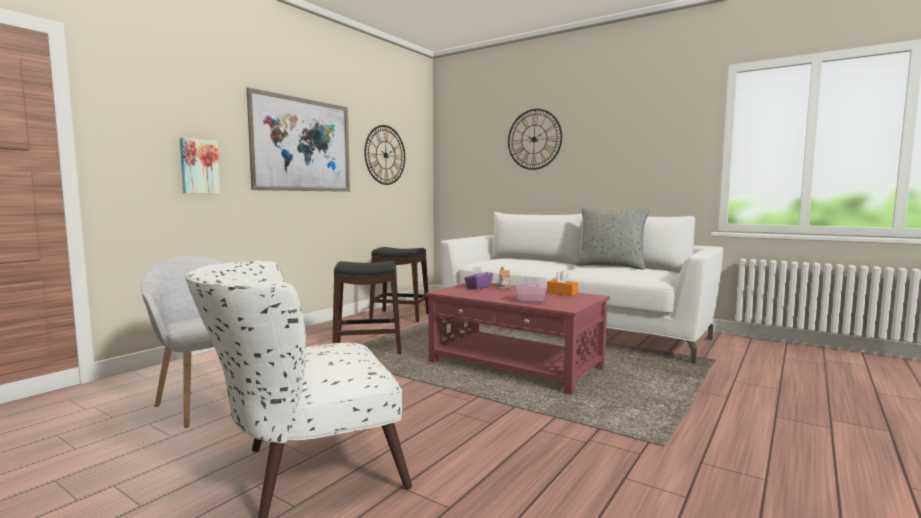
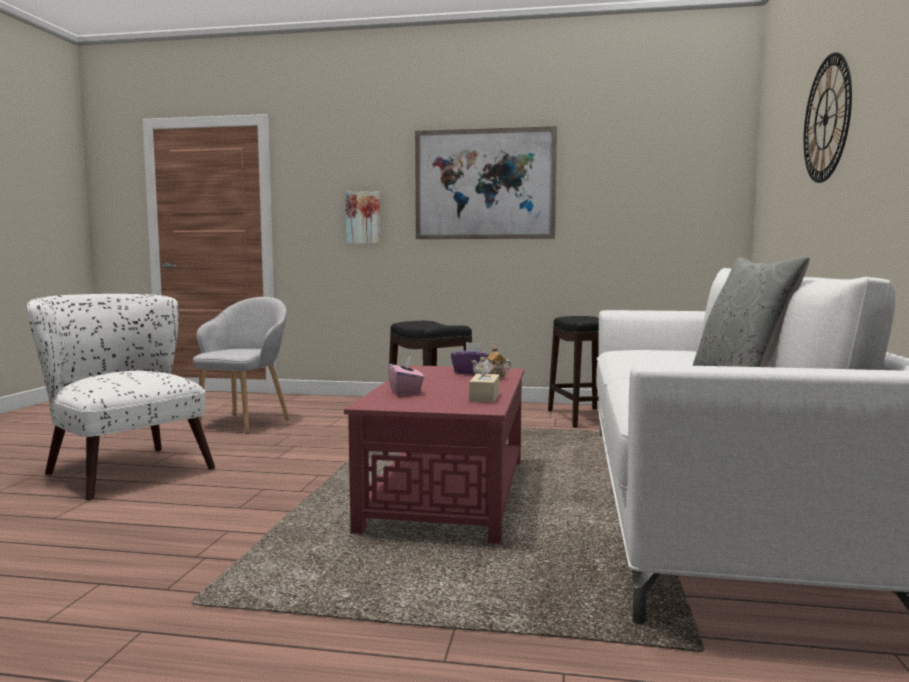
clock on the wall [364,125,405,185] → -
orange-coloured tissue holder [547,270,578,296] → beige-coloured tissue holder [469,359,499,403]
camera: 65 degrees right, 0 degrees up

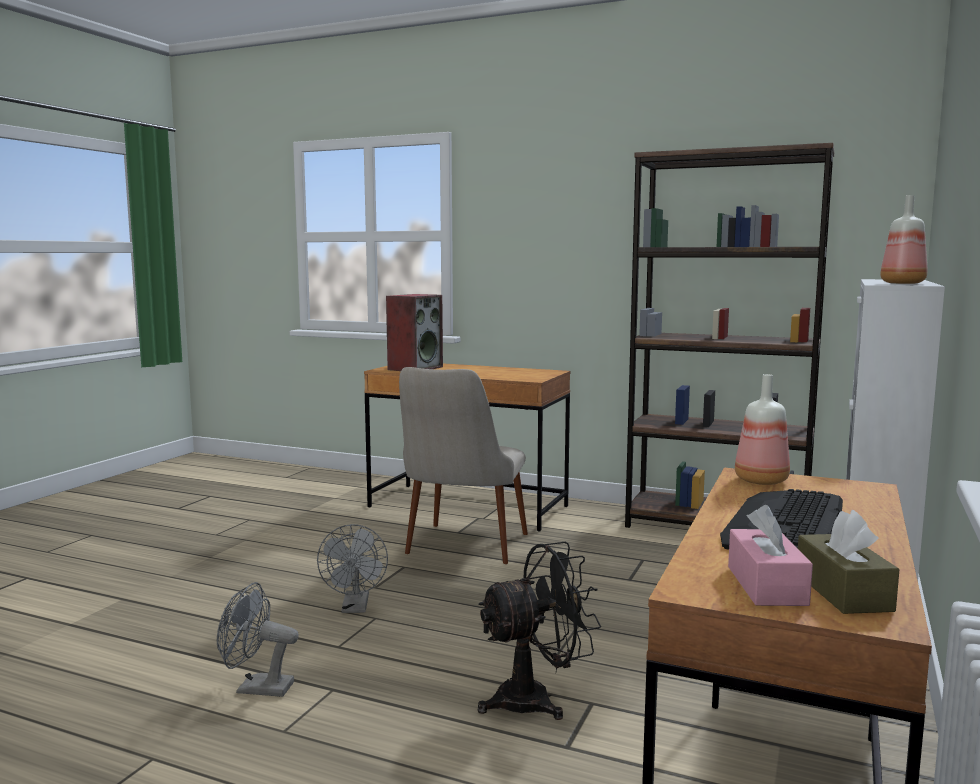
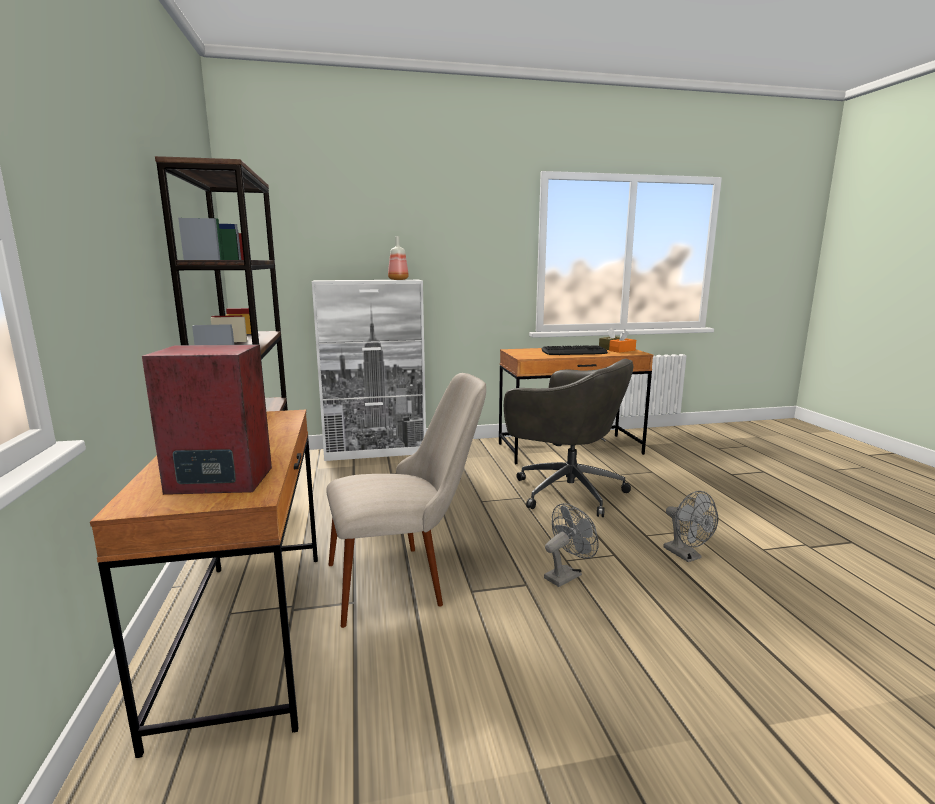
bottle [735,374,790,485] → -
blackish cooling fan [478,541,601,720] → grey office chair [504,359,634,517]
pinkish tissue holder [728,505,813,606] → orange-coloured tissue holder [609,330,636,353]
camera: 125 degrees left, 5 degrees up

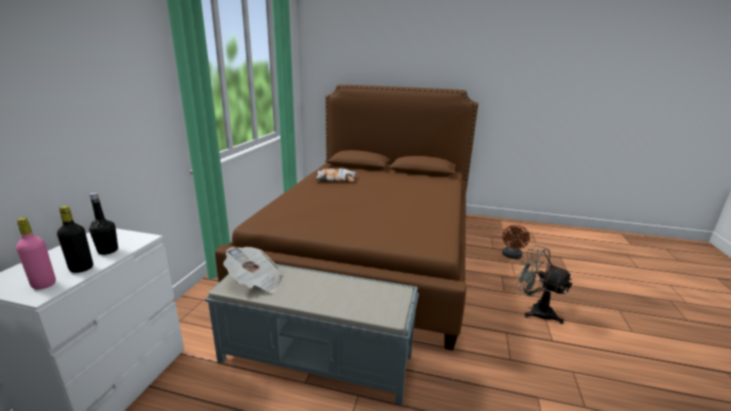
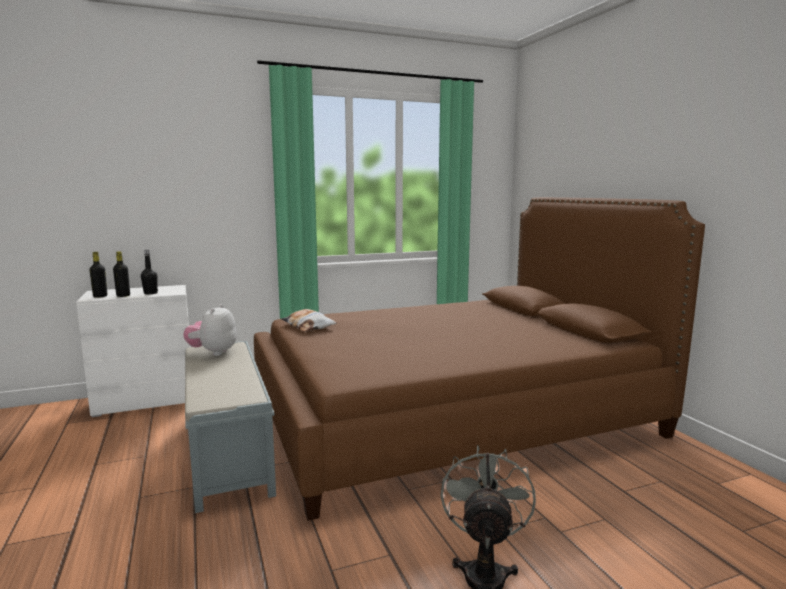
brown cooling fan [502,225,530,259] → -
pillow [315,168,357,182] → pillow [281,309,336,332], move
newspaper [223,247,282,292] → cuddly toy [183,304,237,356]
pinkish bottle [16,218,56,290] → blackish bottle [90,252,107,298]
camera: 55 degrees right, 10 degrees down

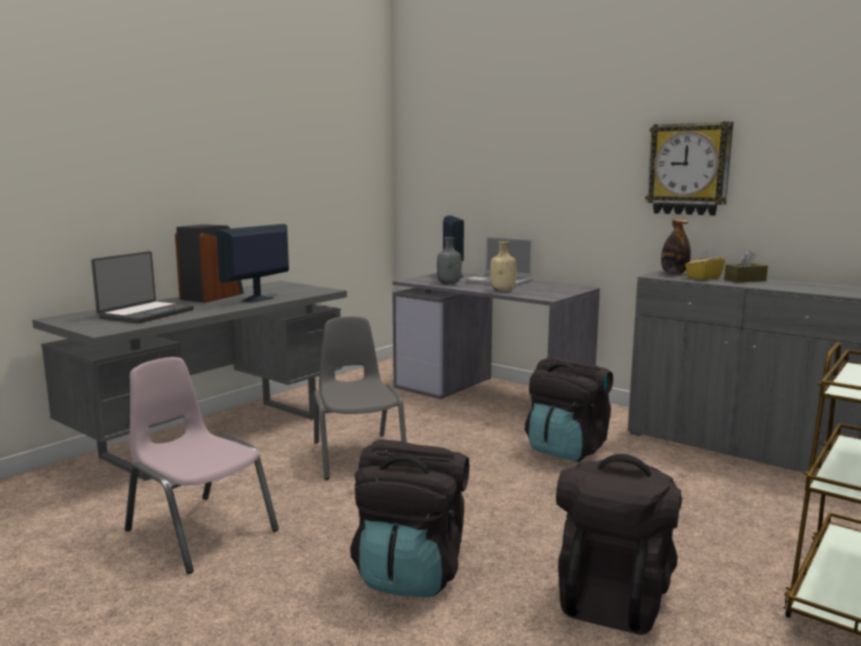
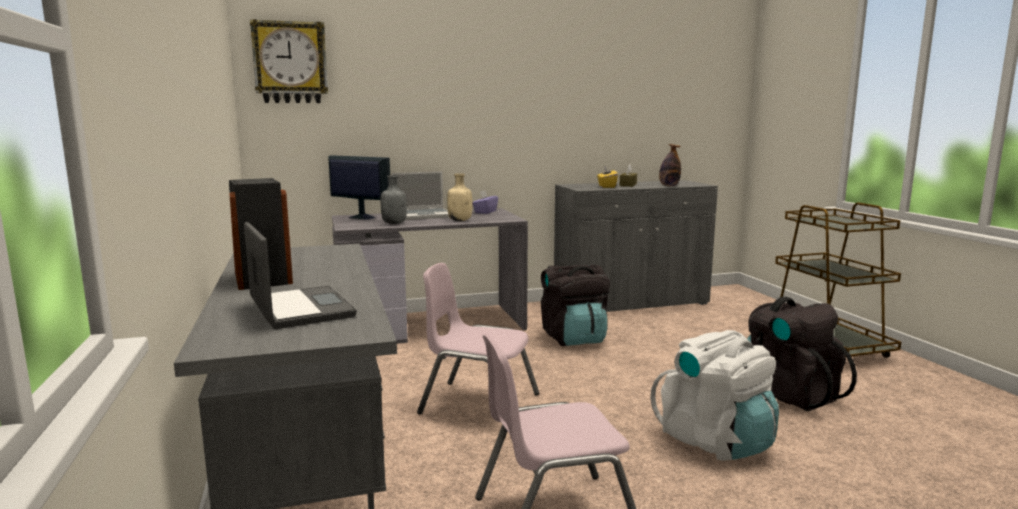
computer display [216,224,289,303] → -
- → purplish tissue holder [472,190,498,214]
clock on the wall [645,121,734,216] → clock on the wall [250,19,328,103], move
bottle [661,219,691,274] → bottle [659,144,681,186], move
grey chair [314,316,407,480] → pinkish chair [417,263,539,414]
blackish rucksack [350,439,469,597] → white-coloured rucksack [650,330,779,461]
camera: 55 degrees left, 0 degrees up

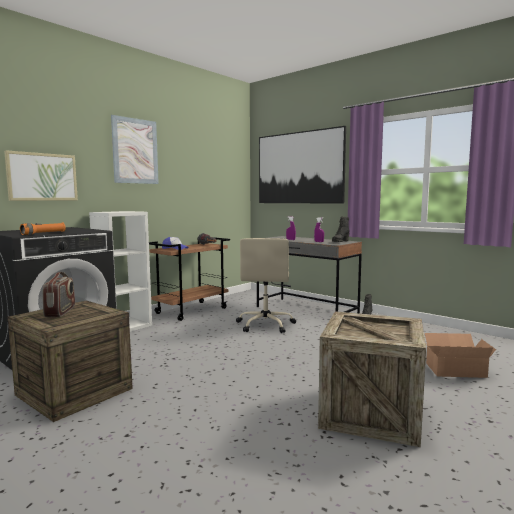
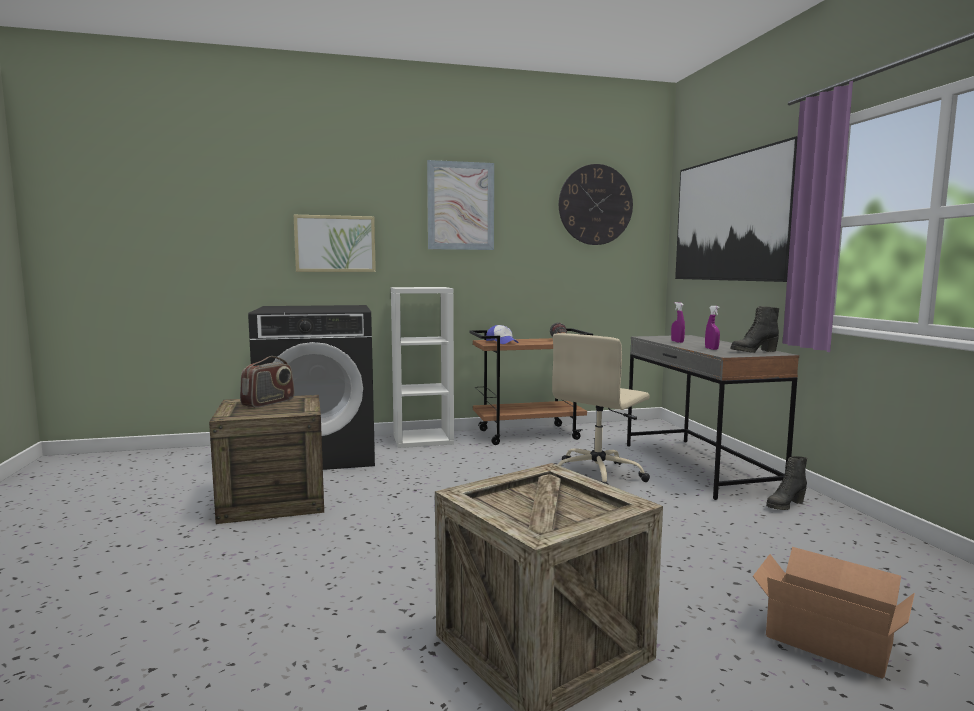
orange-coloured torch [20,223,66,235] → -
- → clock on the wall [559,164,633,245]
camera: 35 degrees right, 0 degrees up

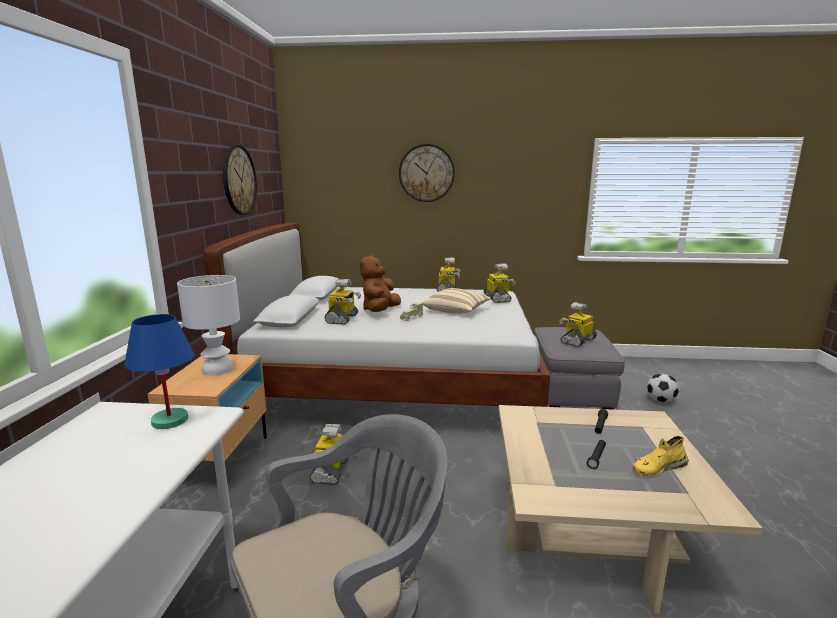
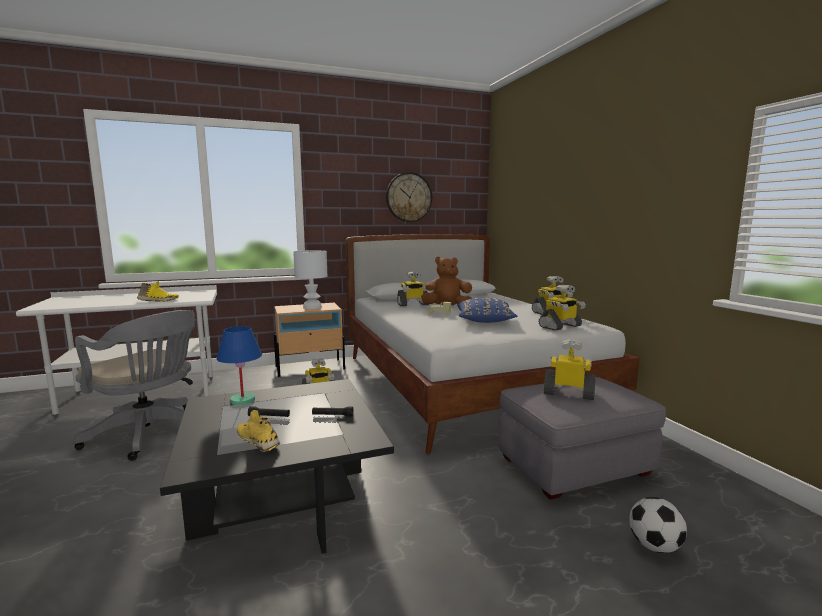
clock on the wall [399,144,455,202] → -
- → yellow-coloured low shoe [137,281,179,302]
blue-coloured lamp for a table [124,314,195,429] → blue-coloured lamp for a table [217,326,262,405], move
beige-coloured pillow [422,288,491,314] → blue-coloured pillow [457,298,517,323]
beige-coloured lounge table [499,405,763,614] → blackish lounge table [160,379,394,554]
camera: 65 degrees right, 5 degrees down

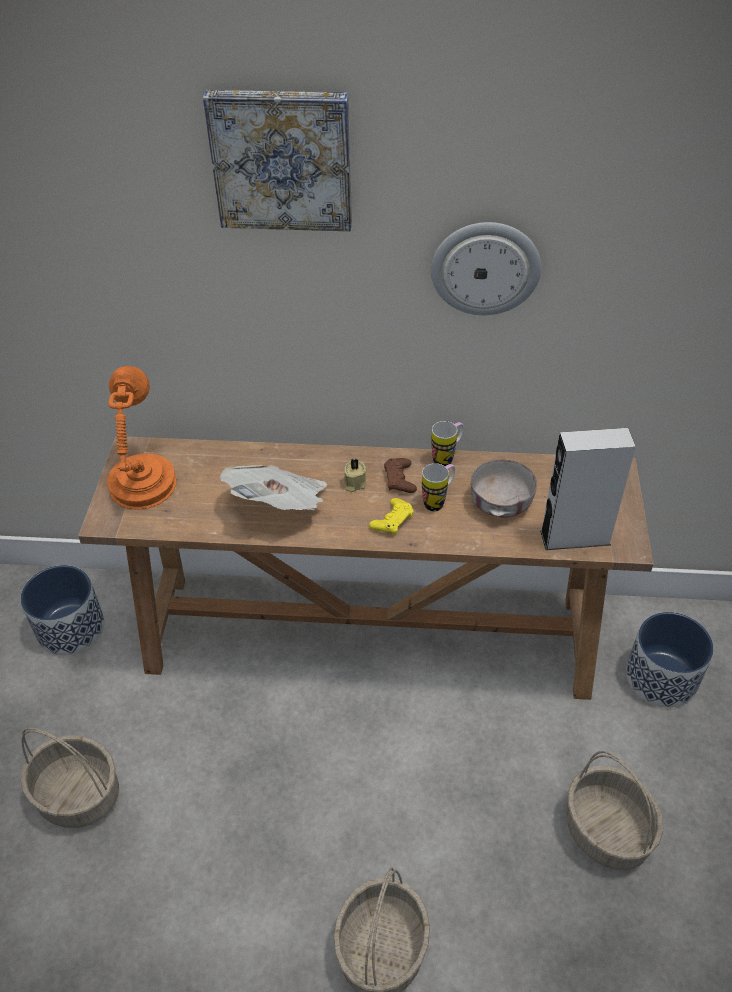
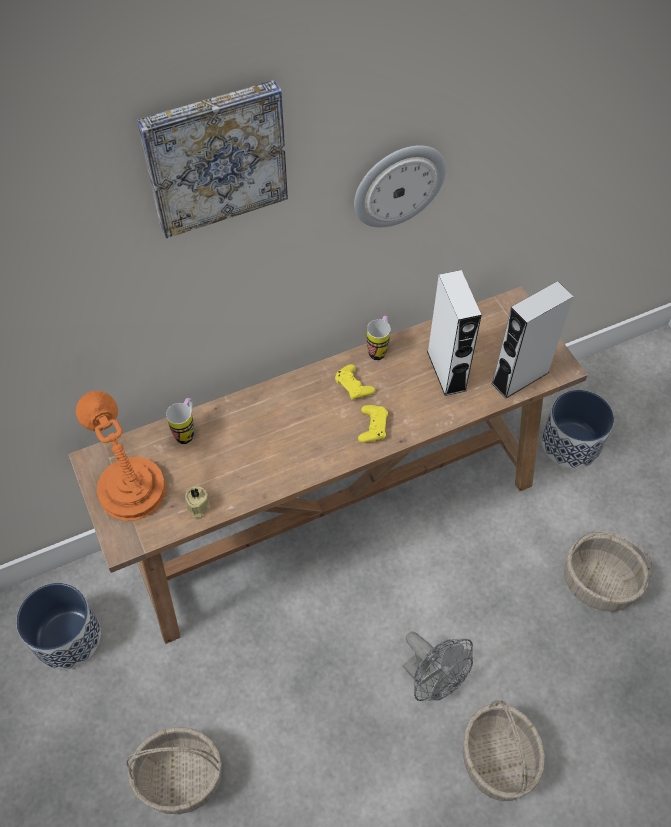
newspaper [220,465,327,510] → -
- → grey cooling fan [403,631,473,701]
beige-coloured wax candle [344,458,366,492] → beige-coloured wax candle [185,486,210,518], move
mug [422,463,455,511] → mug [166,398,194,444], move
grey bowl [471,460,537,518] → white-coloured loudspeaker [427,270,482,396]
brown game controller [384,458,417,493] → yellow-coloured game controller [335,364,375,400]
camera: 30 degrees left, 10 degrees up

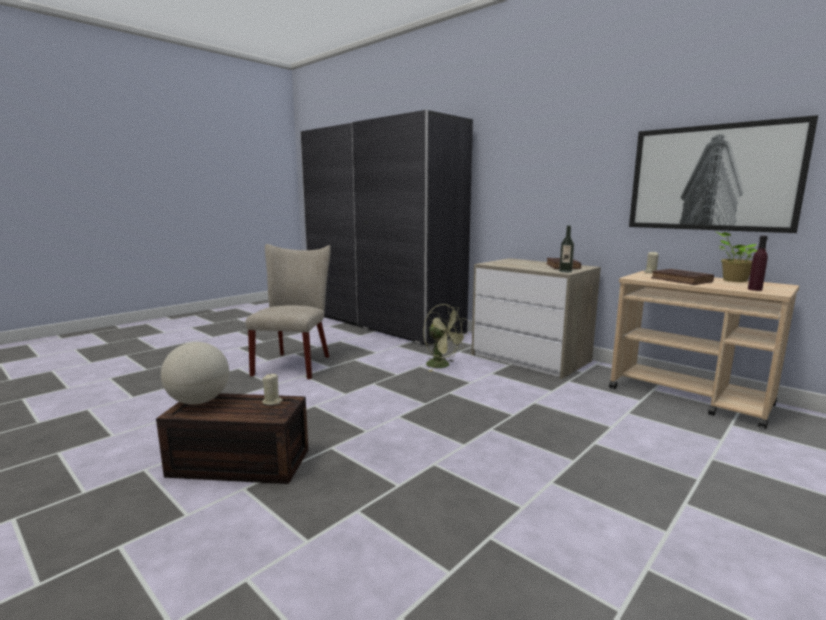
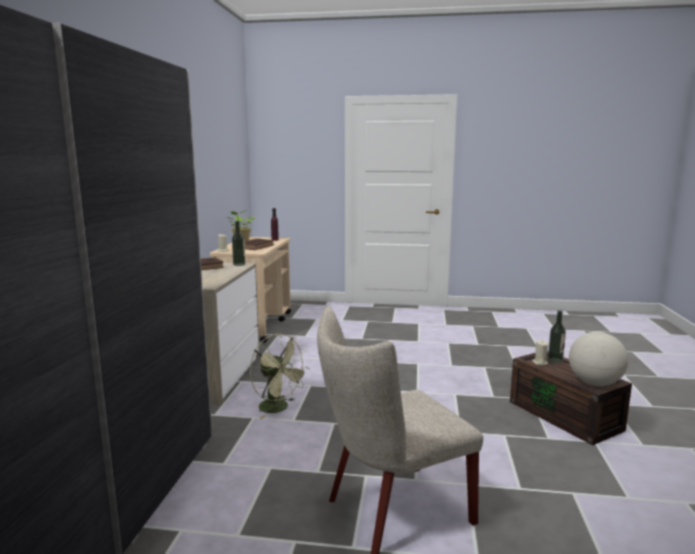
wall picture [629,115,818,233] → -
- → bottle [548,310,566,363]
green-coloured cooling fan [423,304,468,372] → green-coloured cooling fan [250,334,310,419], 120 degrees clockwise
camera: 125 degrees left, 0 degrees up

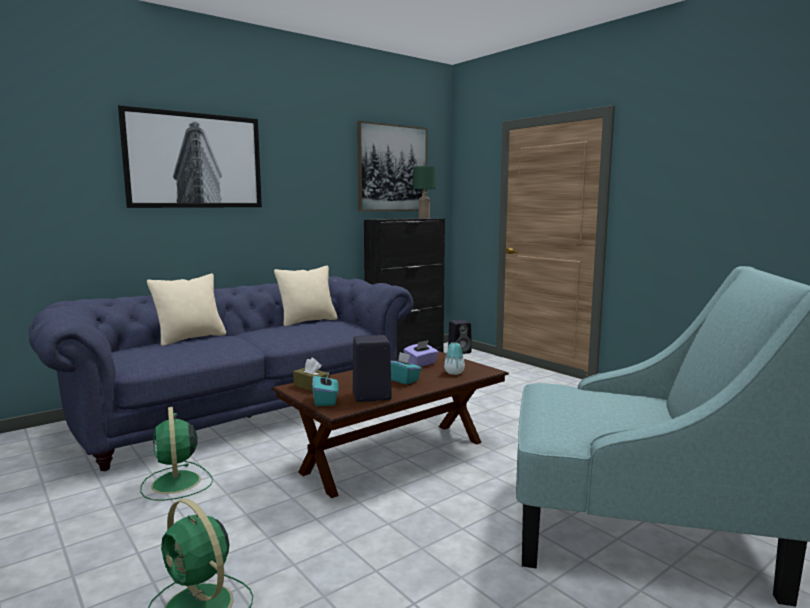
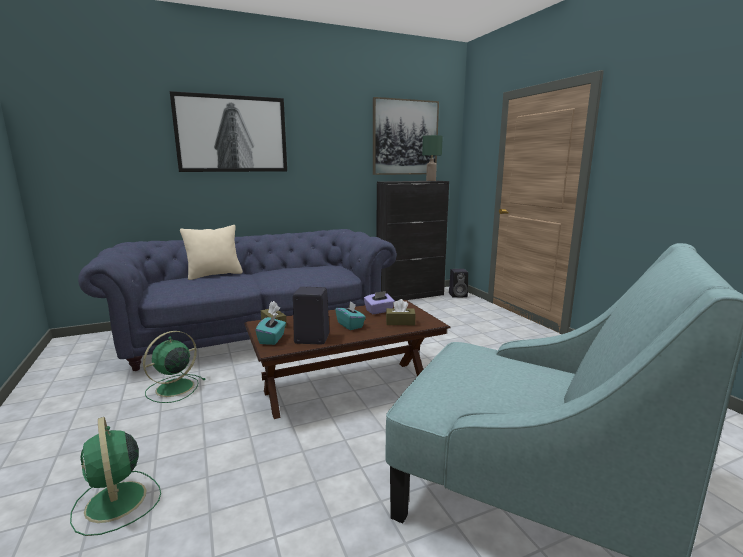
beige-coloured pillow [274,266,338,326] → -
vase [444,342,465,375] → brown tissue holder [386,299,416,325]
green-coloured cooling fan [140,407,213,501] → green-coloured cooling fan [143,331,206,403], 45 degrees clockwise
camera: 15 degrees right, 5 degrees up

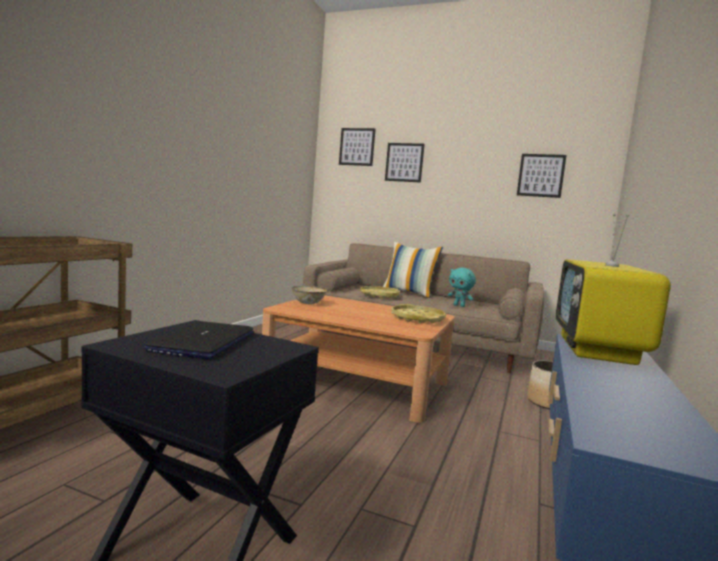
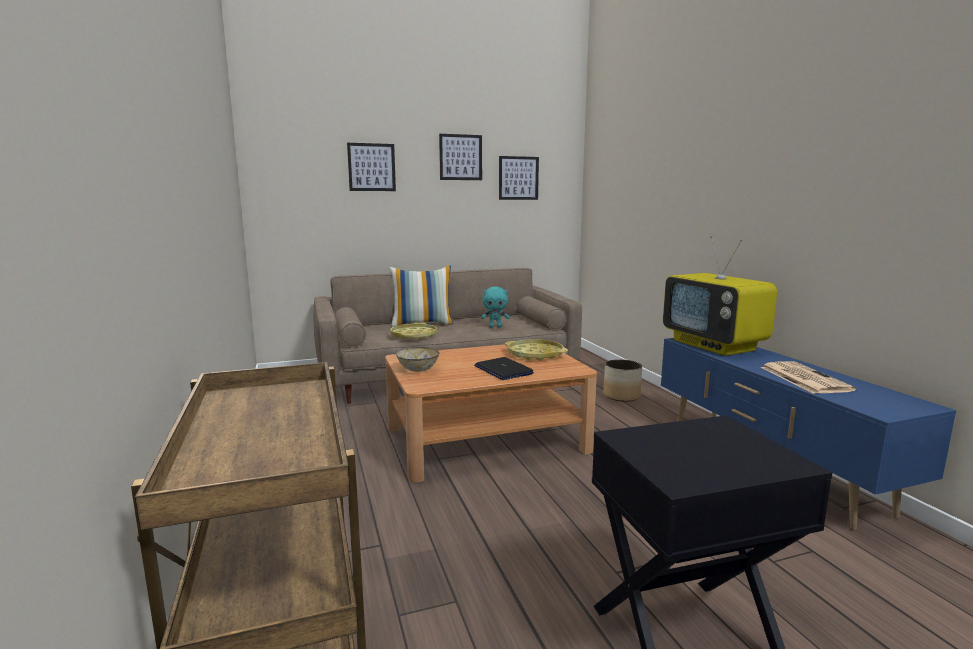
- → newspaper [760,361,856,394]
notebook computer [142,321,254,359] → notebook computer [474,357,534,380], move
wall picture [339,128,376,166] → wall picture [439,134,482,180], move
camera: 40 degrees left, 5 degrees up

